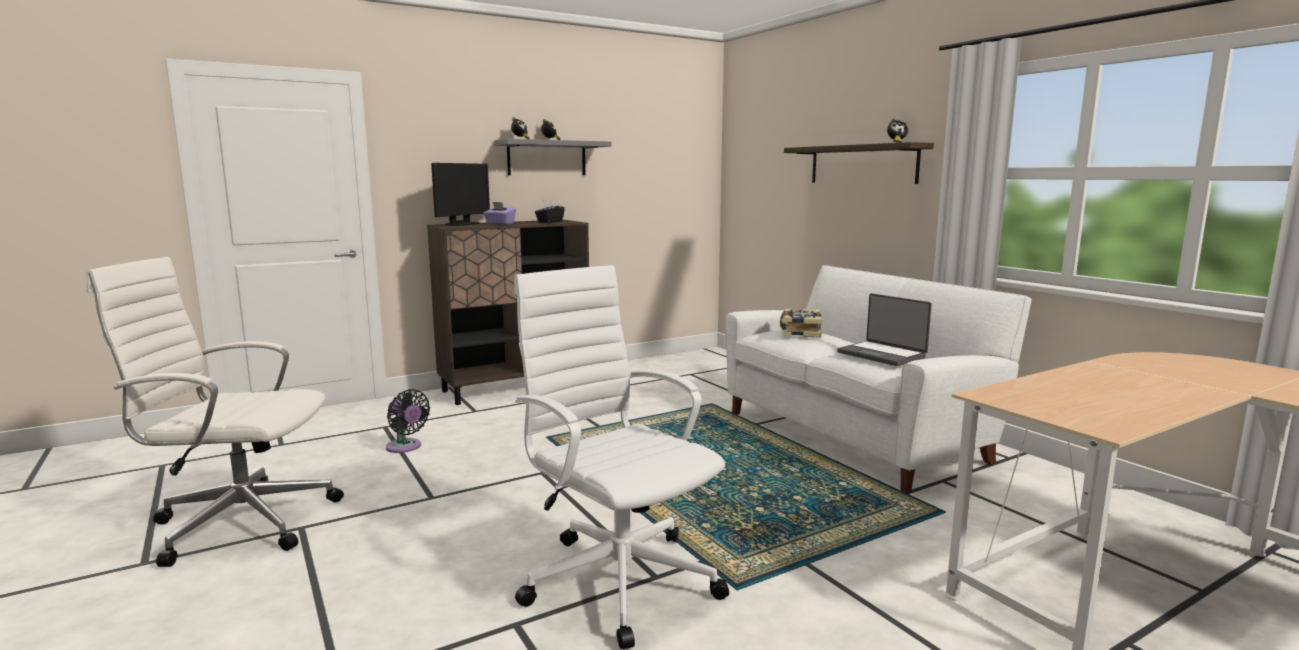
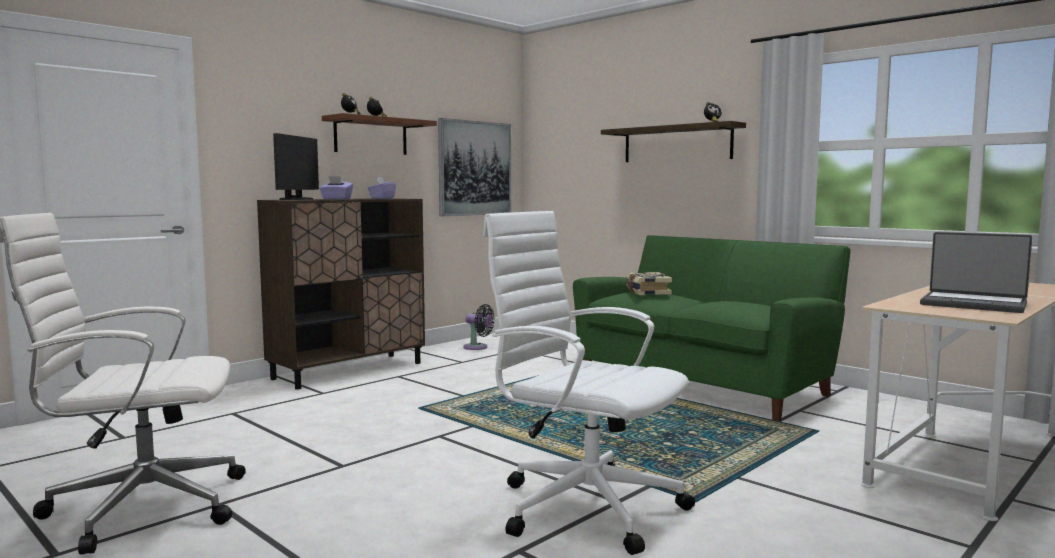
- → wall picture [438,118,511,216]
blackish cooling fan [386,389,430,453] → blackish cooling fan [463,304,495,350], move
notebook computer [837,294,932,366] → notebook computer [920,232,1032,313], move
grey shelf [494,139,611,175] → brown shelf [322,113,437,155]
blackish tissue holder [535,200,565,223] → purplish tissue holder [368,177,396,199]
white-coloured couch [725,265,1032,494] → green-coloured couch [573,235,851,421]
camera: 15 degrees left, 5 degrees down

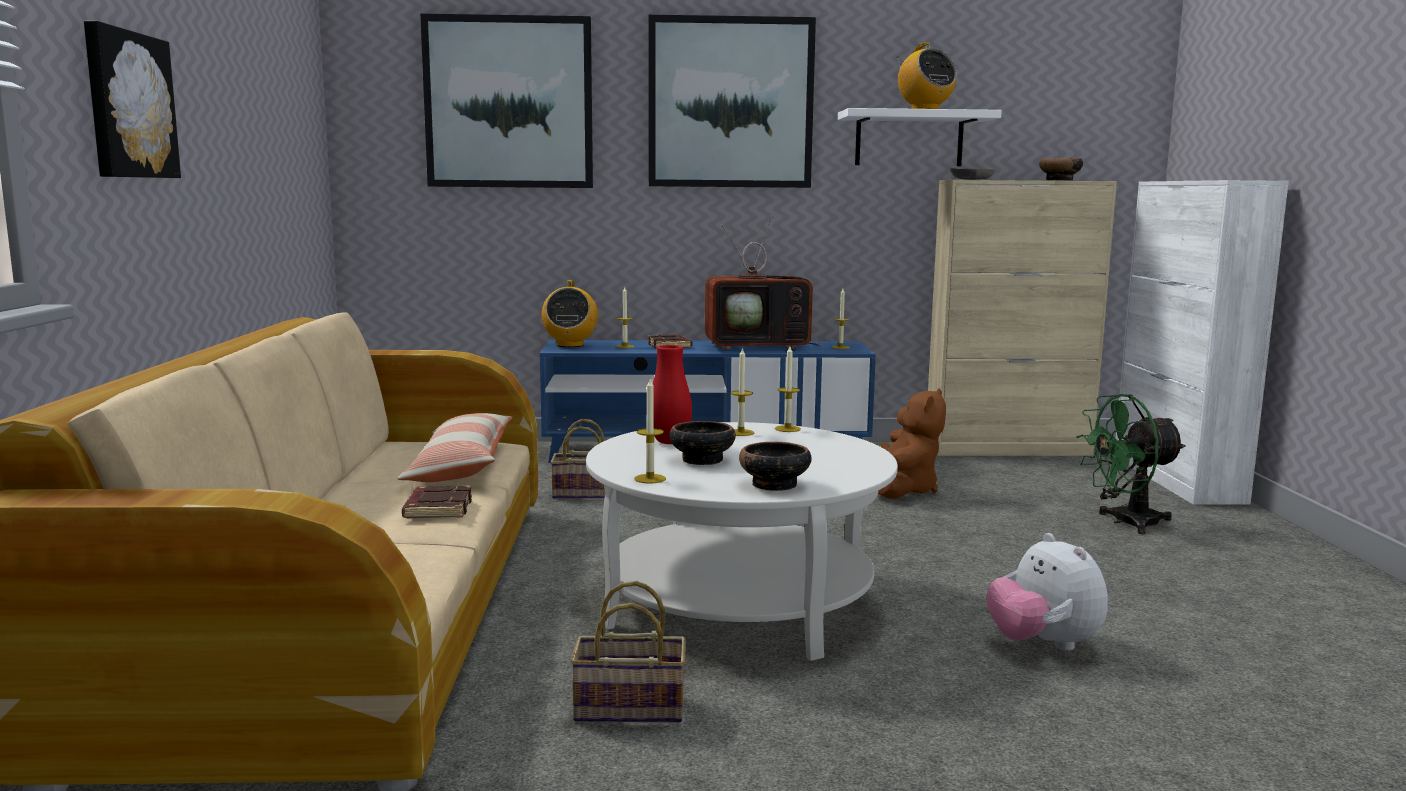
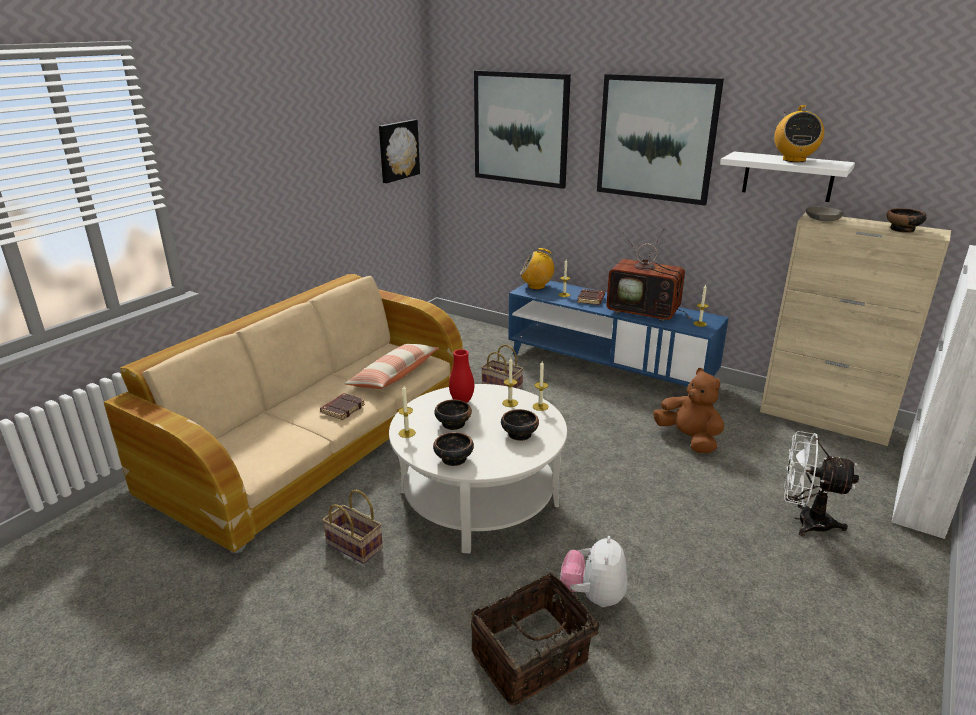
- → storage basket [471,572,606,705]
- → bowl [501,409,539,441]
wall picture [84,21,181,178] → wall picture [379,119,420,183], move
green-coloured cooling fan [1076,394,1186,534] → white-coloured cooling fan [784,431,859,536]
radio receiver [541,280,598,347] → radio receiver [520,248,555,290], 60 degrees clockwise
brown cuddly toy [878,388,946,499] → brown cuddly toy [653,368,724,453], 90 degrees counterclockwise
camera: 35 degrees right, 15 degrees up

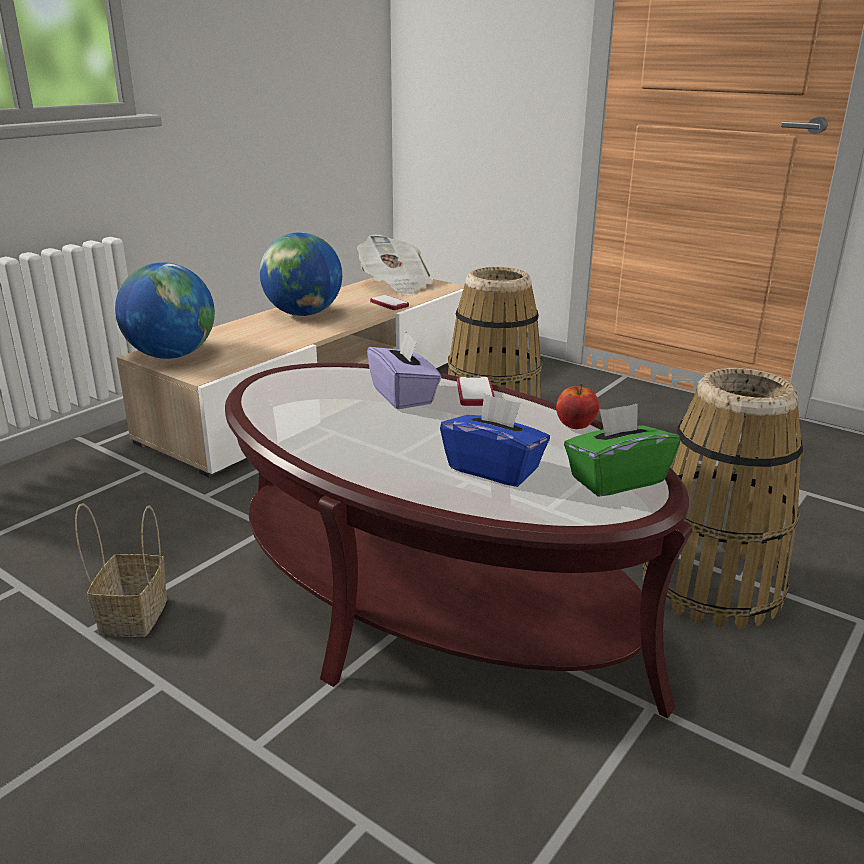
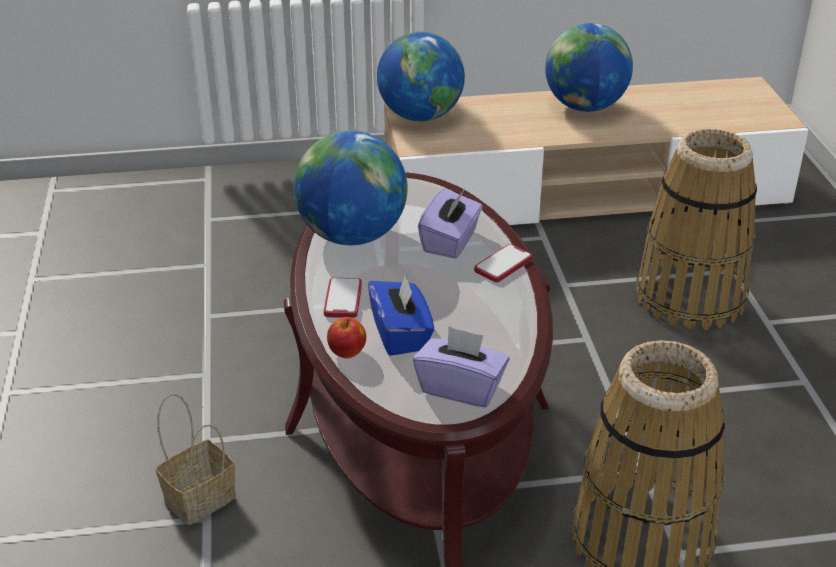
newspaper [357,234,433,296] → -
- → desk globe [294,131,408,245]
storage basket [75,503,167,637] → storage basket [156,394,236,525], move
telephone [370,295,409,310] → telephone [324,278,362,318], move
apple [556,384,599,429] → apple [327,317,366,358], move
green-coloured tissue holder [564,404,680,497] → purplish tissue holder [413,326,510,408]
camera: 45 degrees right, 10 degrees up

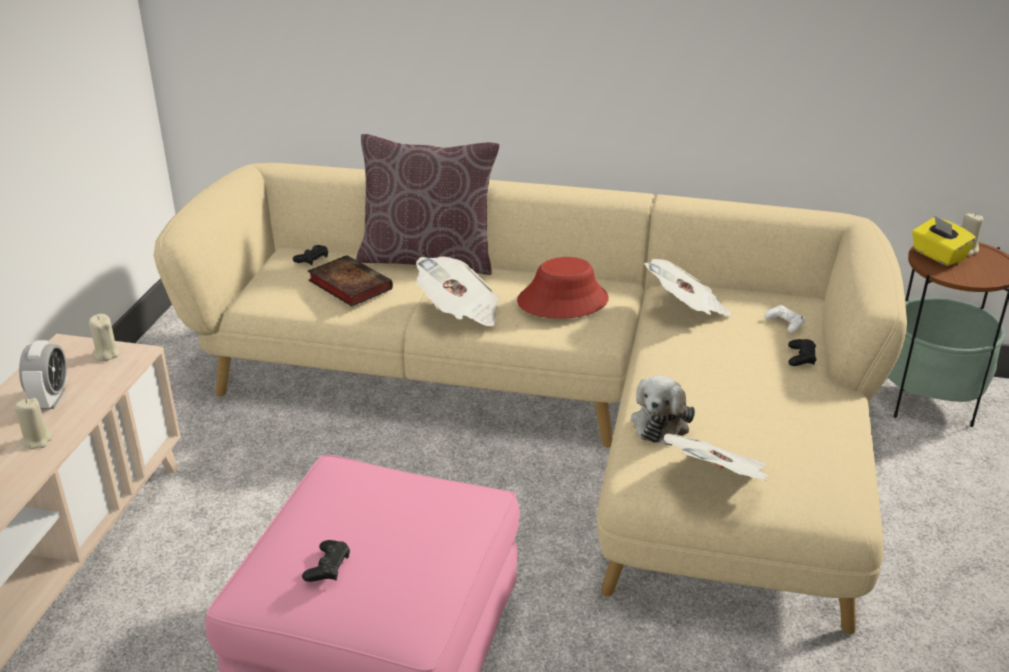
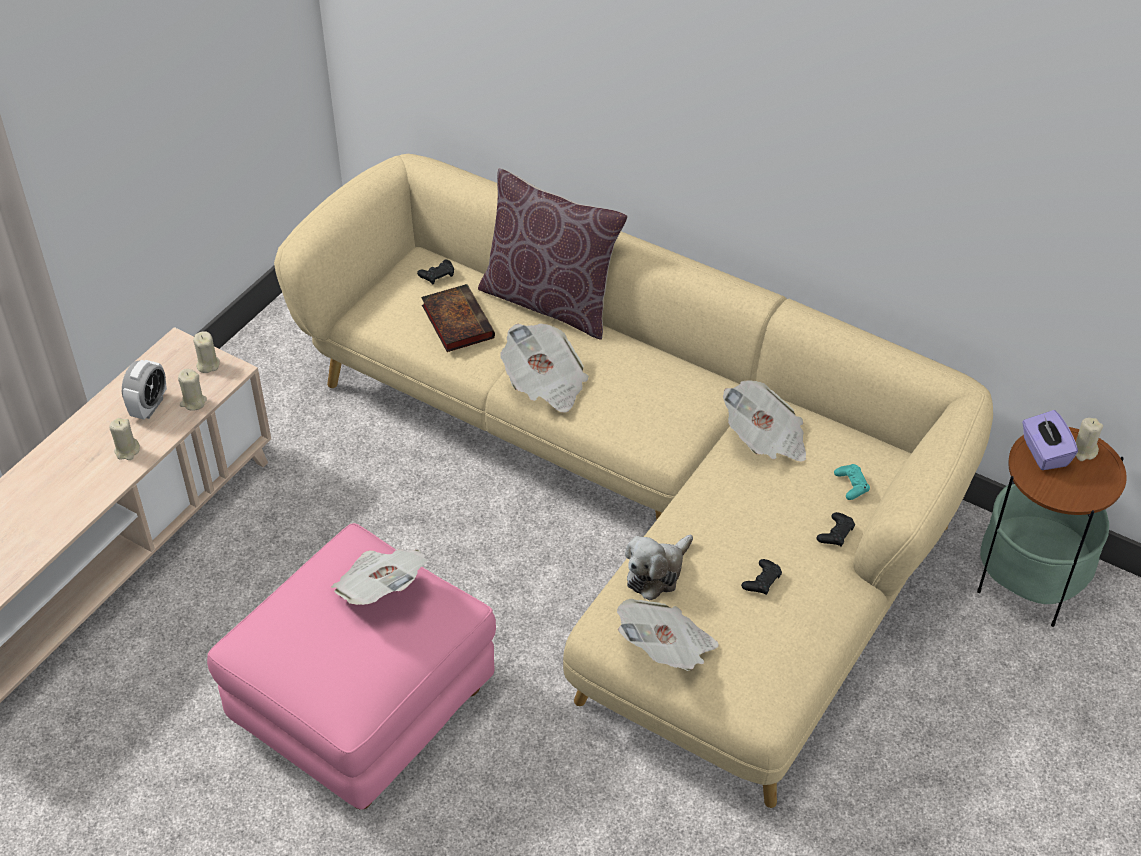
reddish clothing hat [517,257,609,319] → -
- → beige-coloured wax candle [178,369,207,411]
- → newspaper [331,549,428,605]
blackish game controller [302,540,350,582] → blackish game controller [741,559,782,595], move
white-coloured game controller [764,305,805,333] → blue-green game controller [834,464,870,500]
yellow-coloured tissue holder [912,216,976,266] → purplish tissue holder [1022,410,1078,470]
camera: 20 degrees right, 15 degrees up

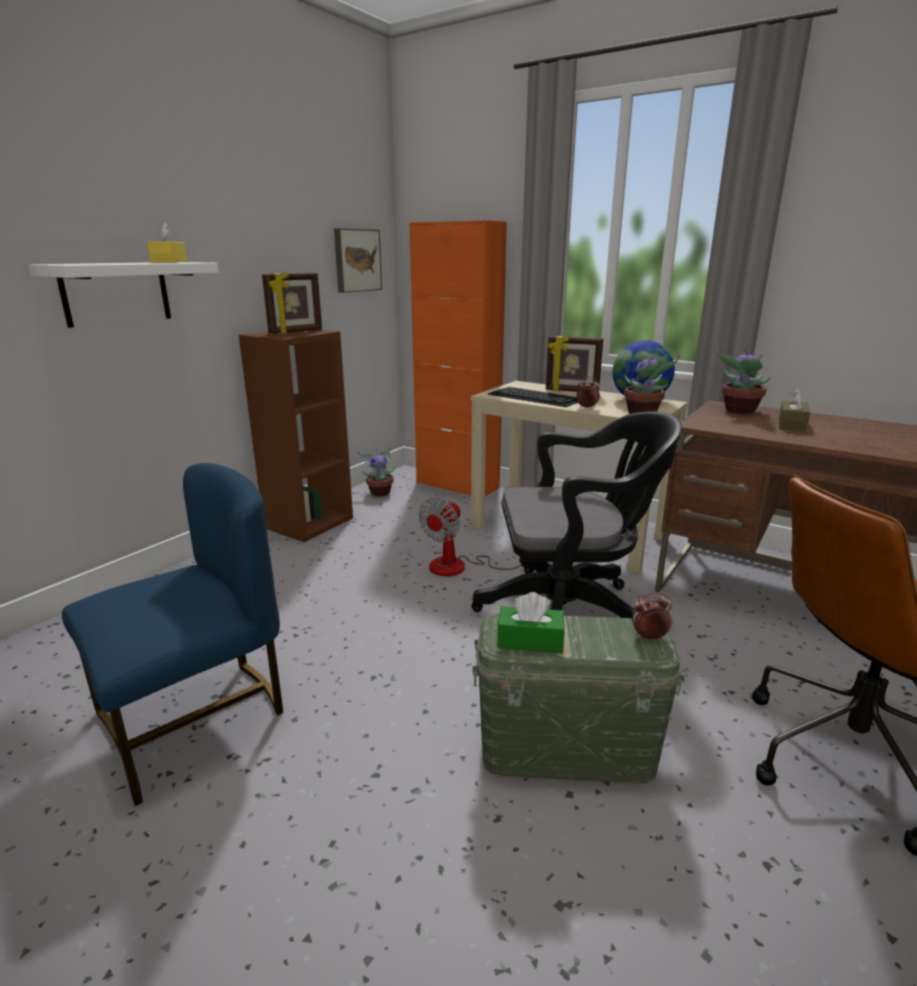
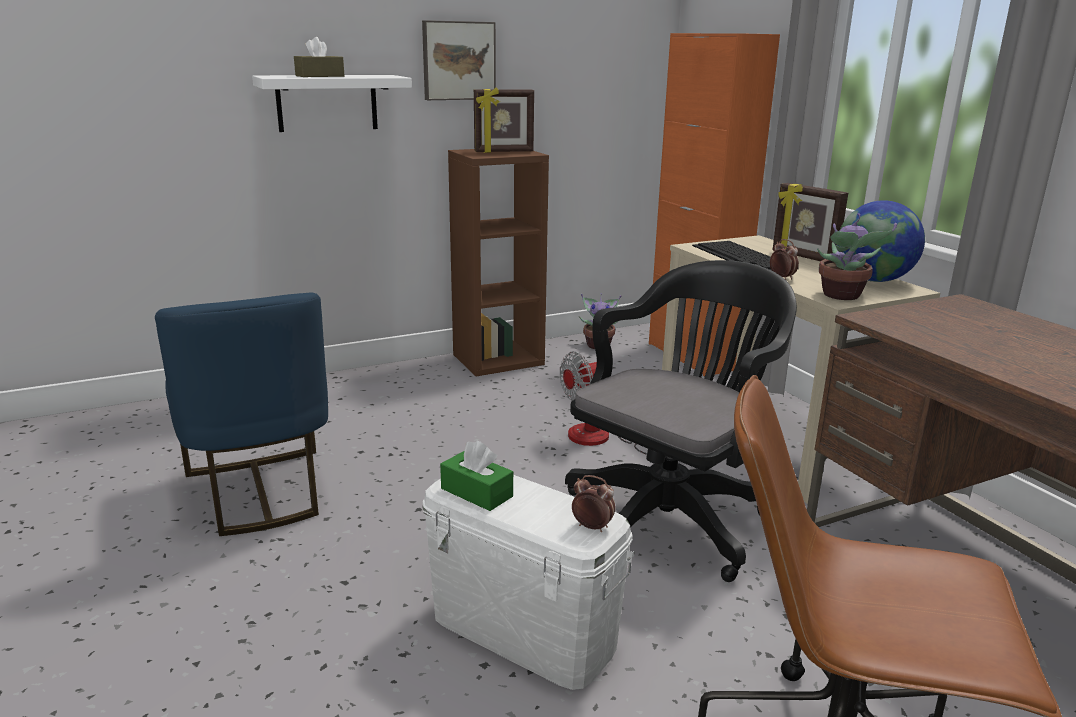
yellow-coloured tissue holder [147,222,187,263] → -
potted plant [716,344,771,413] → -
wall picture [334,228,382,293] → wall picture [422,20,496,100], move
brown tissue holder [779,387,810,431] → brown tissue holder [294,37,344,77], move
green-coloured storage box [472,614,685,784] → white-coloured storage box [422,475,635,690]
blue-coloured chair [62,463,283,806] → blue-coloured chair [155,293,328,536], 75 degrees clockwise
blackish office chair [471,411,682,618] → blackish office chair [565,260,797,582], 75 degrees counterclockwise
camera: 30 degrees right, 0 degrees up

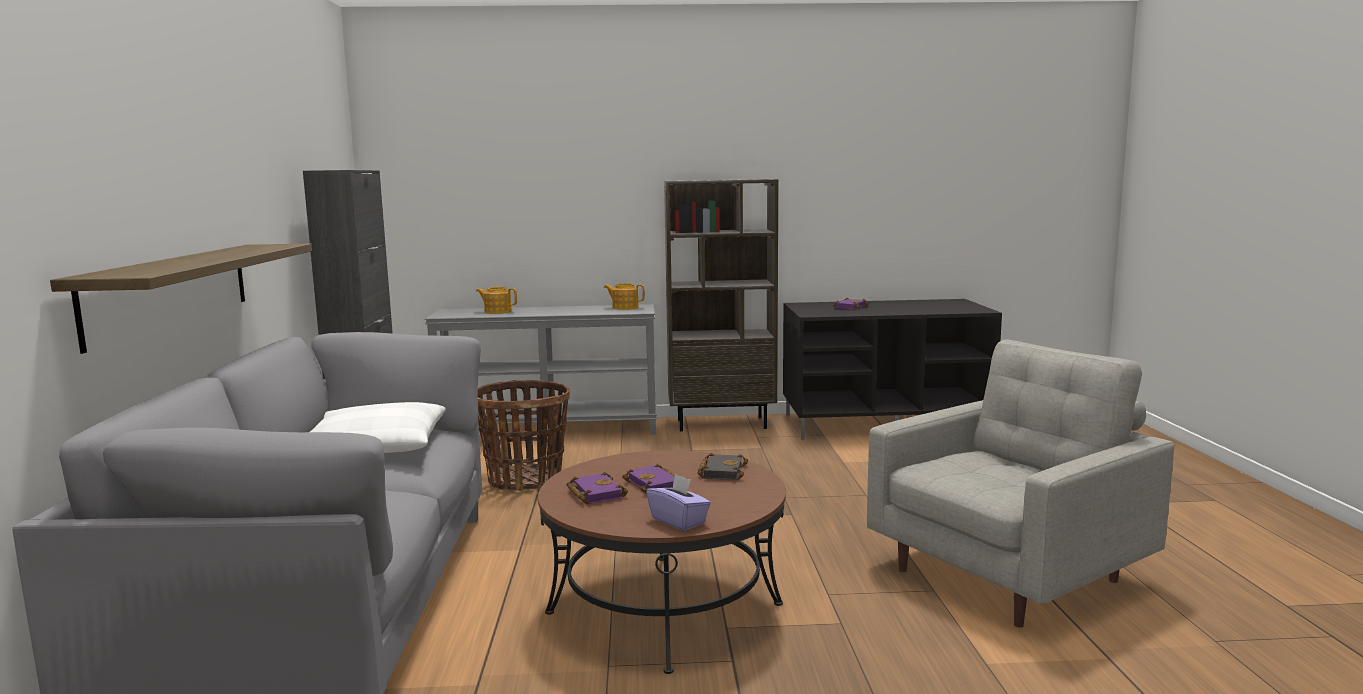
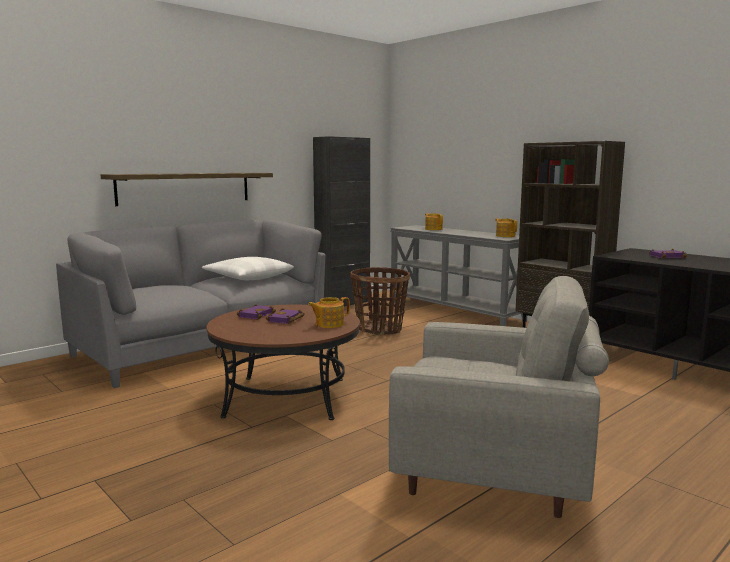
purplish tissue holder [646,474,711,531] → -
blackish bound book [698,453,748,480] → tea pot [308,297,350,328]
camera: 50 degrees right, 0 degrees up

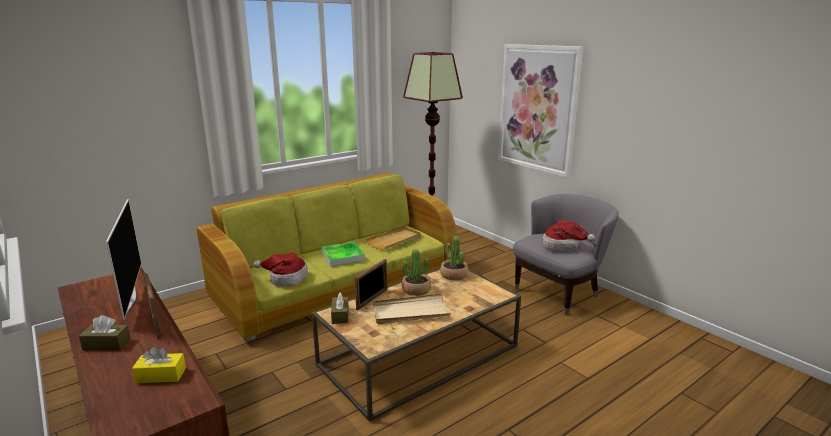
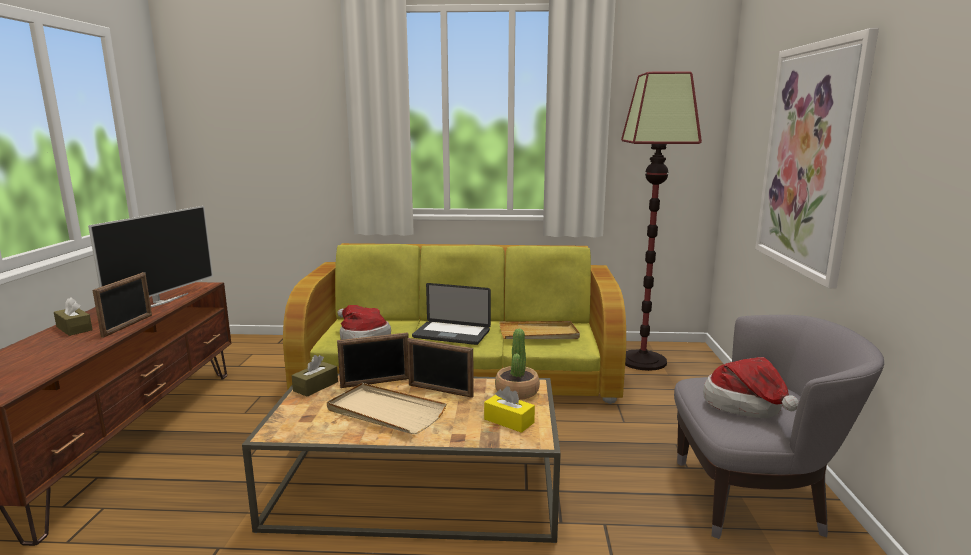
yellow-coloured tissue holder [132,346,186,383] → yellow-coloured tissue holder [484,386,535,433], move
carrying tray [322,242,365,267] → notebook computer [412,283,491,345]
potted plant [402,249,431,296] → picture frame [407,338,474,398]
camera: 40 degrees right, 5 degrees down

